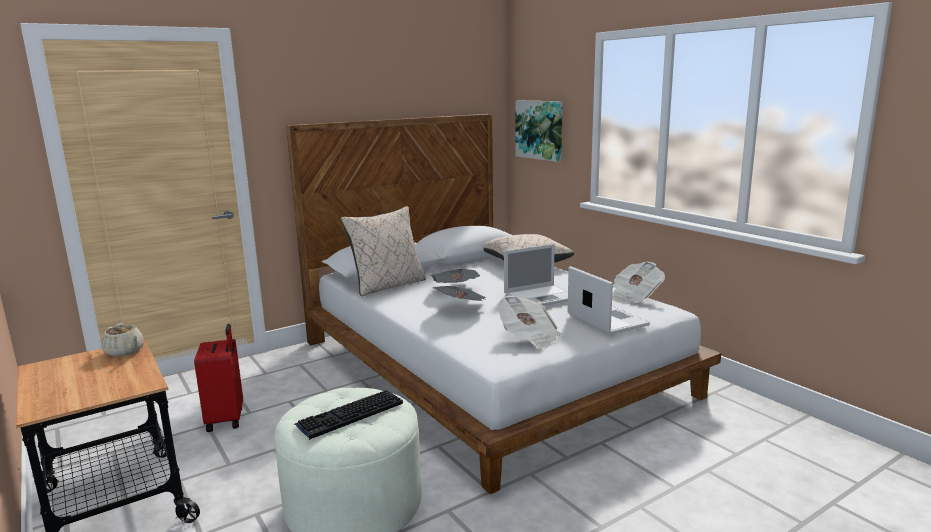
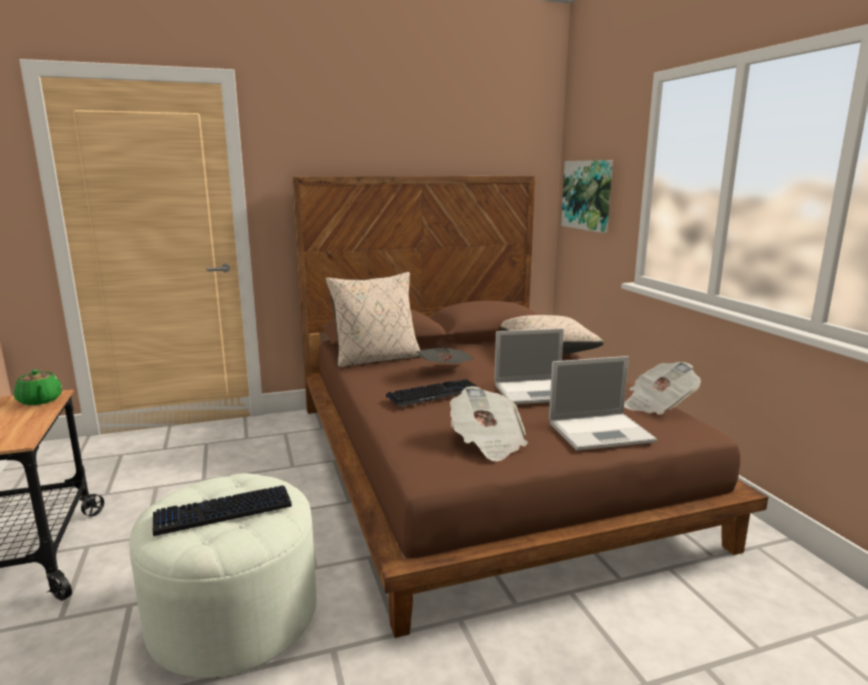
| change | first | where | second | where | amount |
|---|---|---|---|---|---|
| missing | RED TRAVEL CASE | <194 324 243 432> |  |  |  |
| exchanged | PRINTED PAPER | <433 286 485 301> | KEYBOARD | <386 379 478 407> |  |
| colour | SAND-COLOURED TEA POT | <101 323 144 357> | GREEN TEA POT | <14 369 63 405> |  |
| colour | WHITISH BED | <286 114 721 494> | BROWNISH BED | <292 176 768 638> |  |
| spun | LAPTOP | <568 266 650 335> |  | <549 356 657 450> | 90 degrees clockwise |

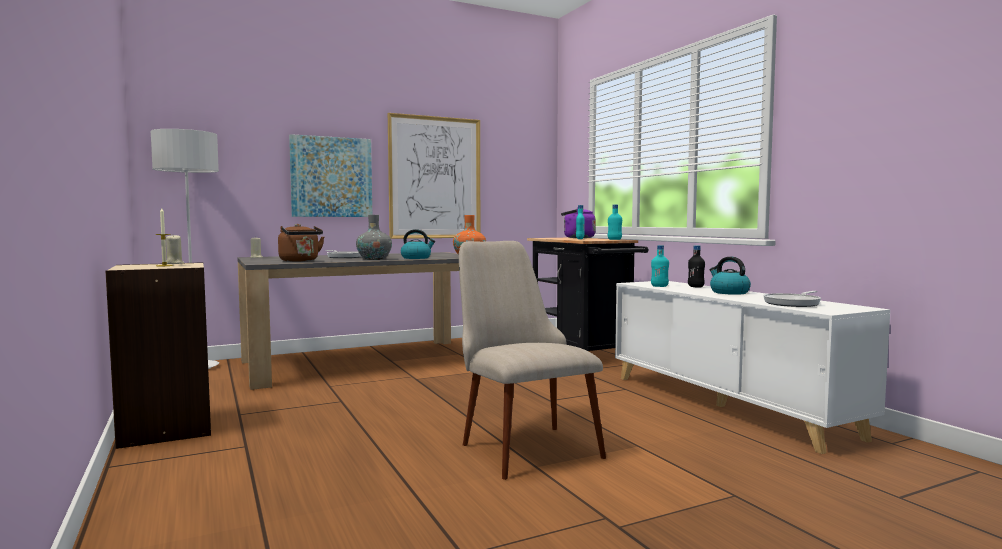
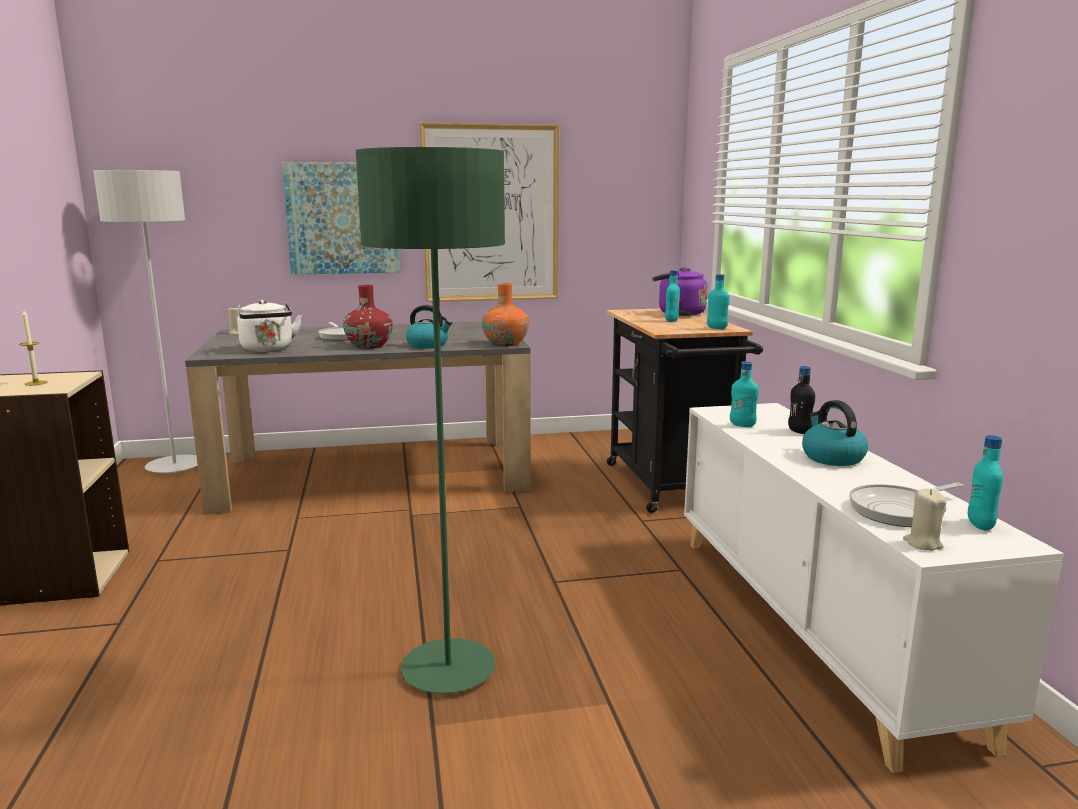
| change | first | where | second | where | amount |
|---|---|---|---|---|---|
| appeared |  |  | TURQUOISE DRINK BOTTLE | <968 435 1003 531> |  |
| relocated | SAND-COLOURED WAX CANDLE | <166 235 184 264> |  | <903 488 946 551> |  |
| exchanged | SAND-COLOURED UPRIGHT CHAIR | <459 241 606 480> | GREEN STANDING LAMP | <356 147 505 693> |  |
| colour | BROWNISH KETTLE | <278 224 324 262> | WHITISH KETTLE | <237 300 302 352> |  |
| colour | GREY DECORATIVE VASE | <356 215 392 260> | RED DECORATIVE VASE | <343 285 393 349> |  |

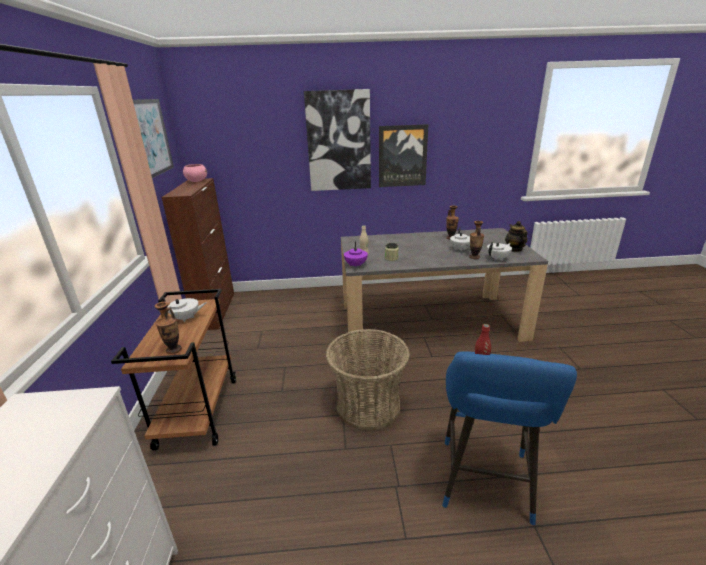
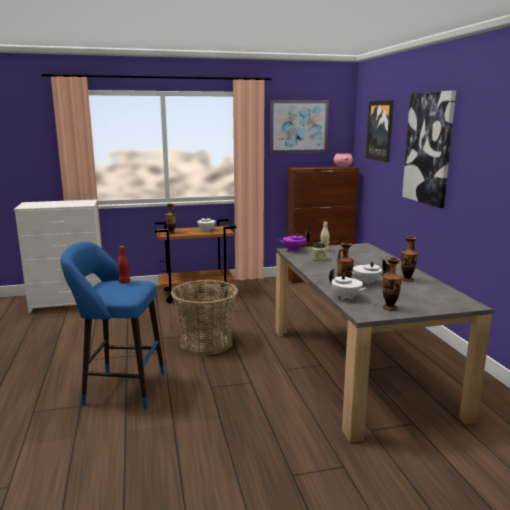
| change | first | where | second | where | amount |
|---|---|---|---|---|---|
| relocated | PICTURE | <379 124 428 187> |  | <366 100 394 162> |  |
| exchanged | TEA POT | <505 221 528 252> | DECORATIVE VASE | <383 258 402 311> |  |

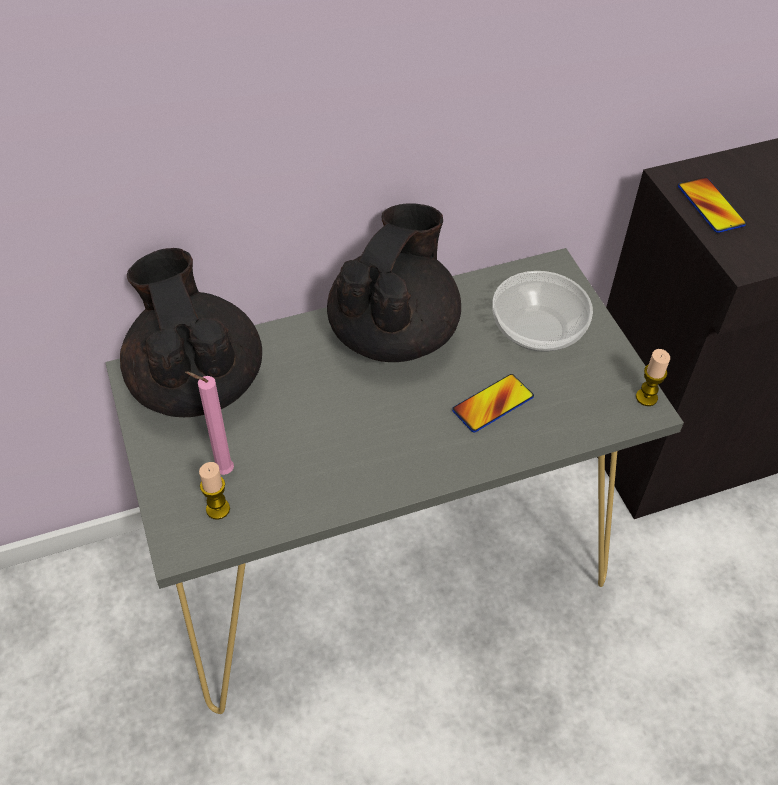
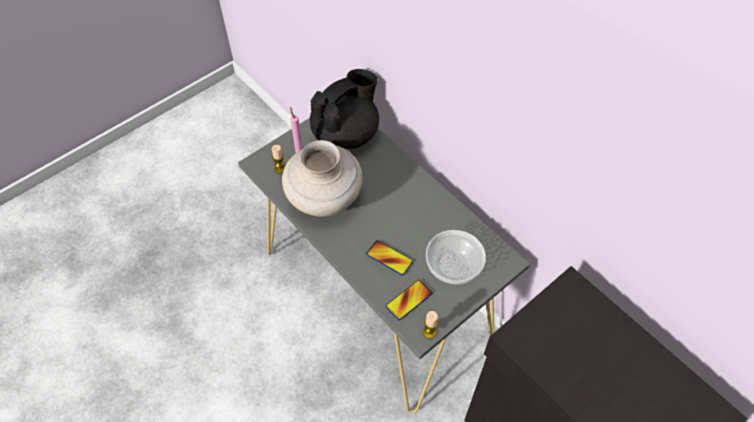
| change | first | where | second | where | amount |
|---|---|---|---|---|---|
| missing | BLACKISH TEA POT | <327 203 461 362> |  |  |  |
| appeared |  |  | SAND-COLOURED DECORATIVE VASE | <282 140 363 217> |  |
| relocated | HANDSET | <678 177 746 233> |  | <386 280 433 320> |  |

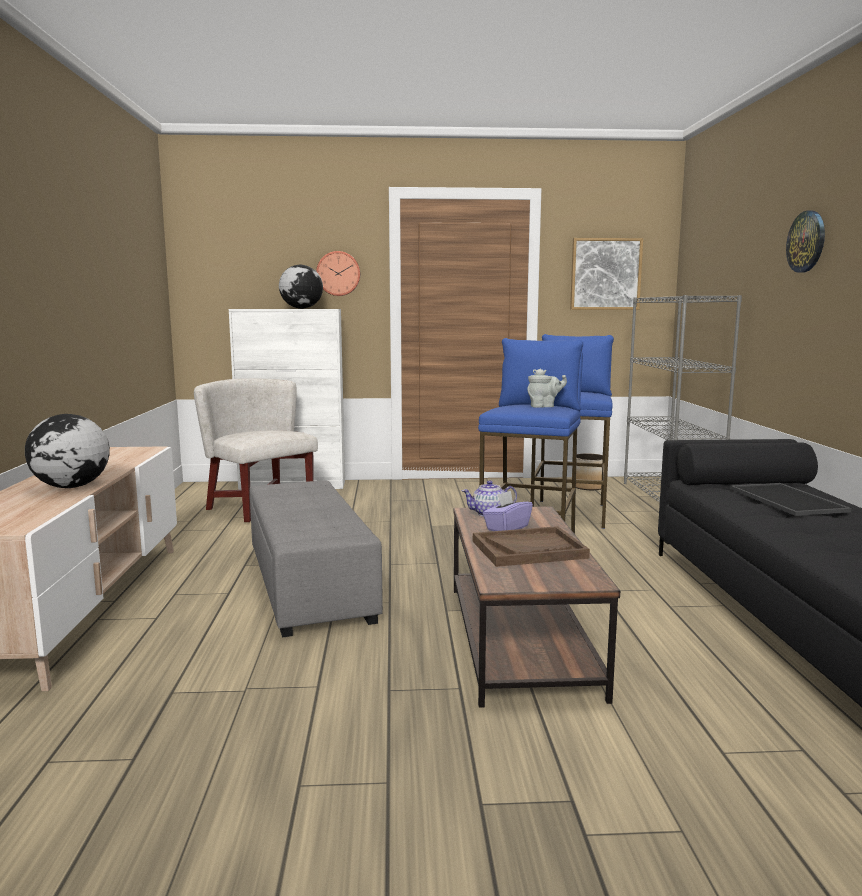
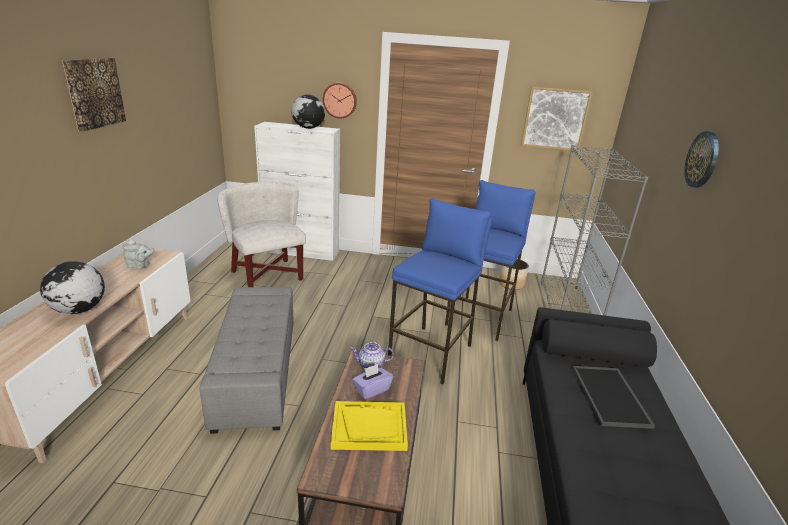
| change | first | where | second | where | amount |
|---|---|---|---|---|---|
| appeared |  |  | PICTURE | <62 58 126 132> |  |
| relocated | GREY TEA POT | <527 369 567 408> |  | <122 239 154 269> |  |
| colour | BROWNISH TRAY | <473 526 590 567> | YELLOWISH TRAY | <331 401 408 451> |  |

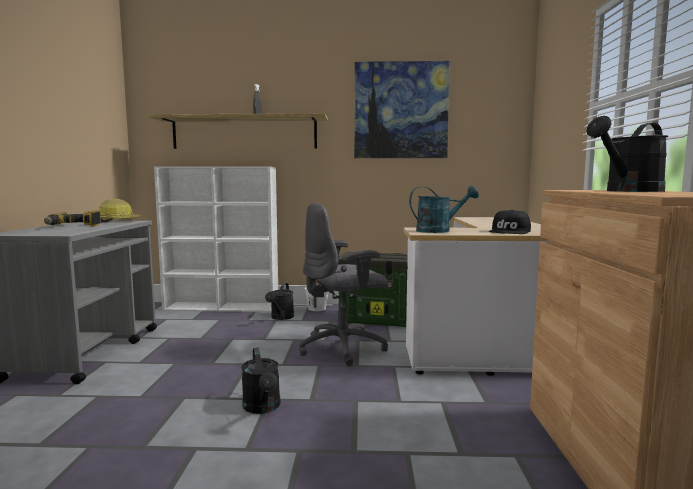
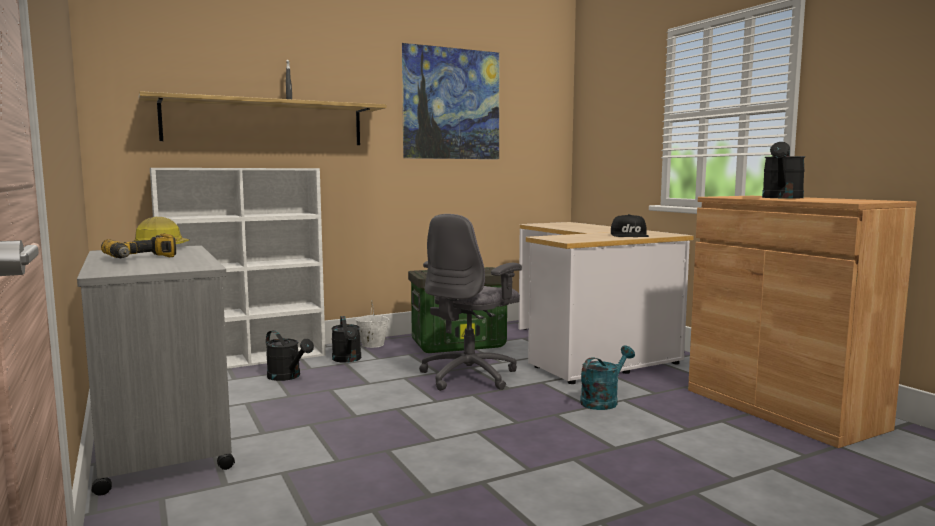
| change | first | where | second | where | amount |
|---|---|---|---|---|---|
| relocated | BLACKISH SPRINKLING CAN | <241 348 280 414> |  | <266 330 314 381> |  |
| relocated | TURQUOISE SPRINKLING CAN | <409 186 479 233> |  | <580 346 635 410> |  |

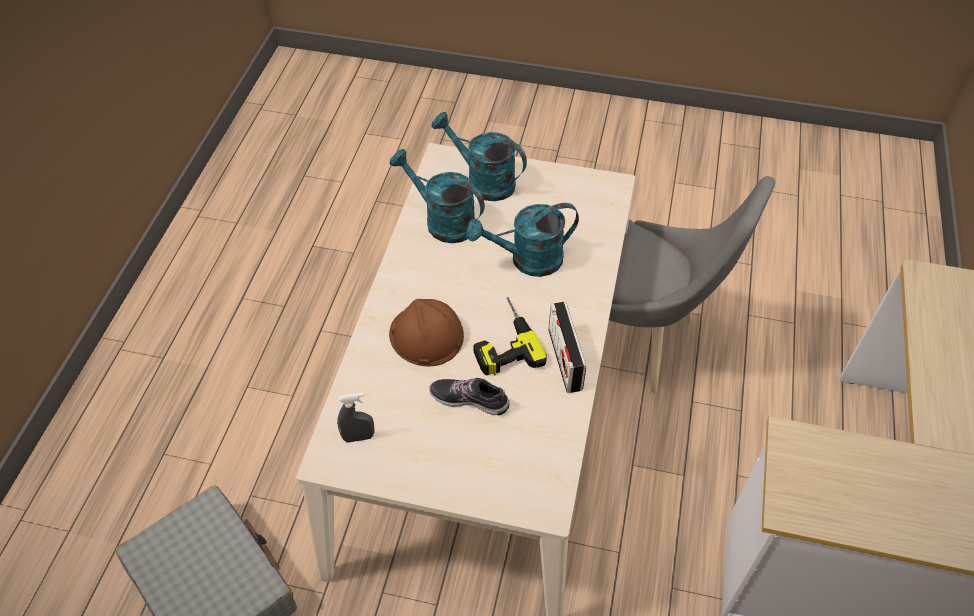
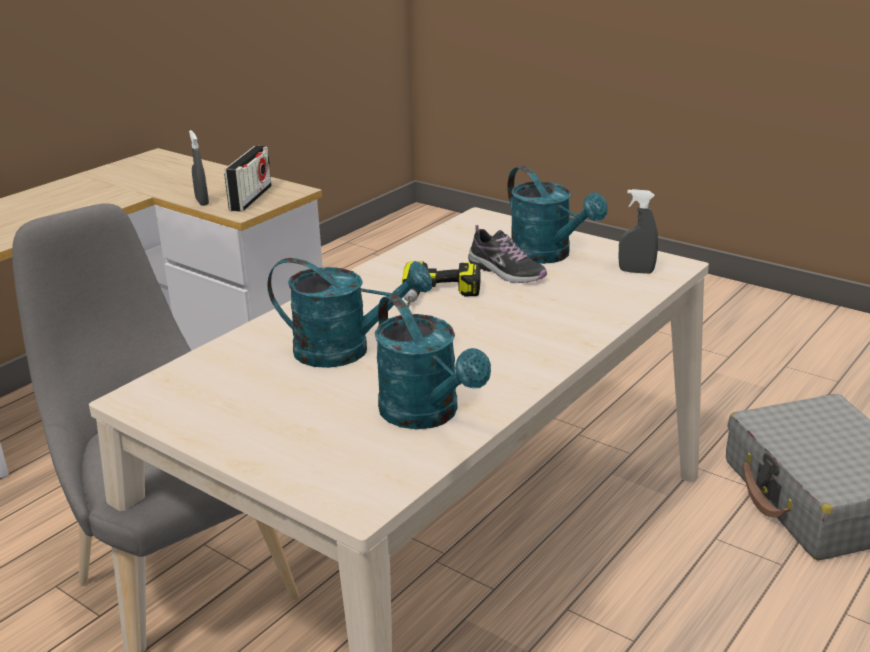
| change | first | where | second | where | amount |
|---|---|---|---|---|---|
| missing | BROWNISH WORK HELMET | <389 299 464 366> |  |  |  |
| appeared |  |  | GREY SPRAYER | <189 130 209 206> |  |
| relocated | TURQUOISE SPRINKLING CAN | <431 112 527 201> |  | <507 166 608 264> |  |
| relocated | RADIO SET | <548 302 586 393> |  | <224 146 272 212> |  |

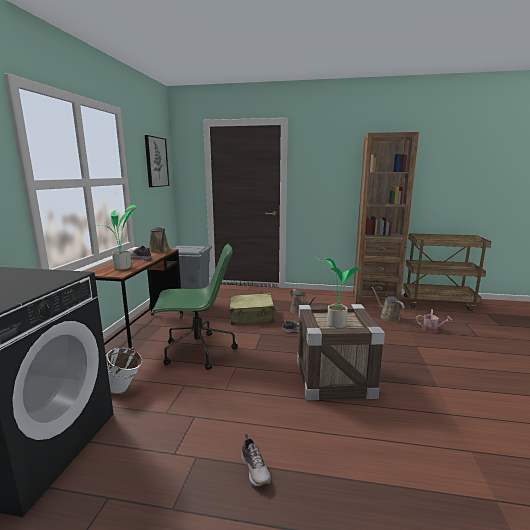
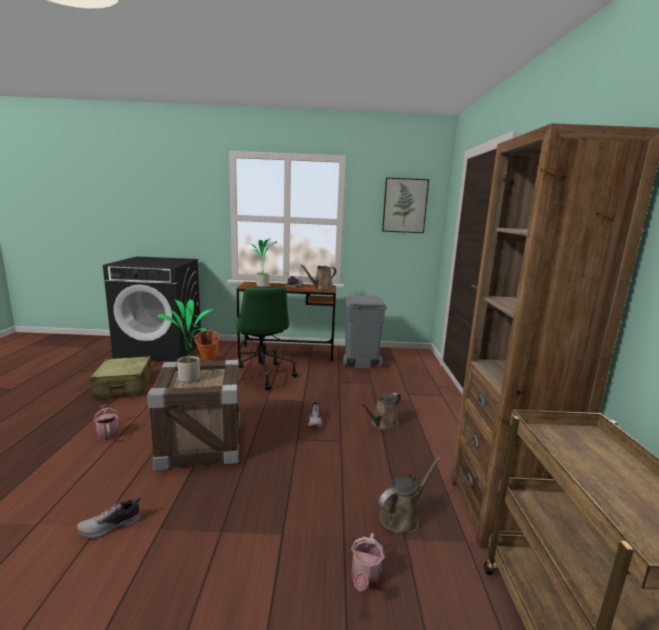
| change | first | where | second | where | amount |
|---|---|---|---|---|---|
| appeared |  |  | SPRINKLING CAN | <94 404 120 441> |  |
| relocated | SAND-COLOURED TRAVEL CASE | <229 293 277 325> |  | <90 356 152 398> |  |
| relocated | LOW SHOE | <241 434 271 487> |  | <76 497 141 539> |  |
| colour | WHITISH WATER BUCKET | <106 347 143 394> | ORANGEY WATER BUCKET | <194 330 220 361> |  |

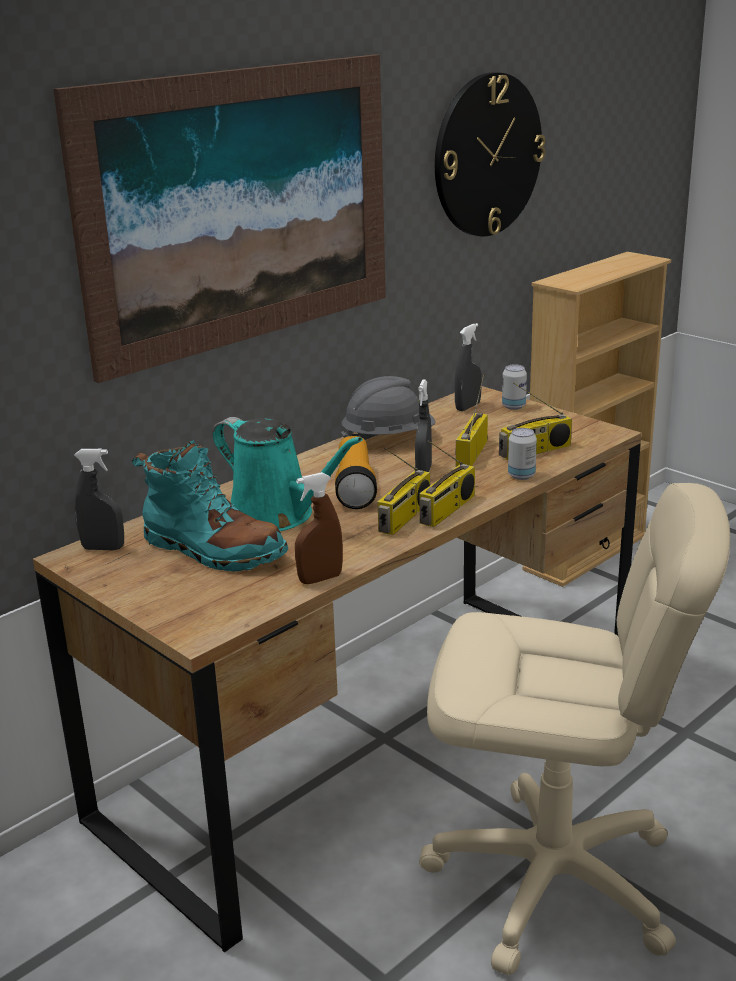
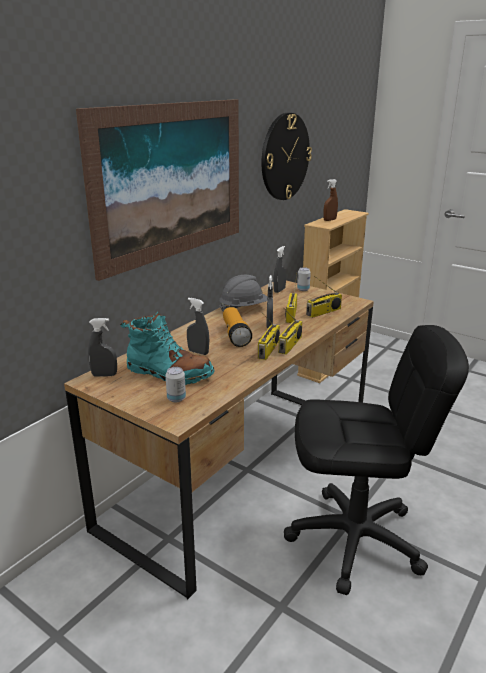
| change | first | where | second | where | amount |
|---|---|---|---|---|---|
| relocated | BROWNISH SPRAYER | <295 472 343 584> |  | <323 179 338 221> |  |
| relocated | METAL CAN | <508 428 537 480> |  | <165 367 186 402> |  |
| exchanged | TURQUOISE SPRINKLING CAN | <212 417 363 531> | GREY SPRAYER | <187 298 209 355> |  |
| colour | SAND-COLOURED OFFICE CHAIR | <419 483 730 976> | BLACKISH OFFICE CHAIR | <284 325 469 595> |  |

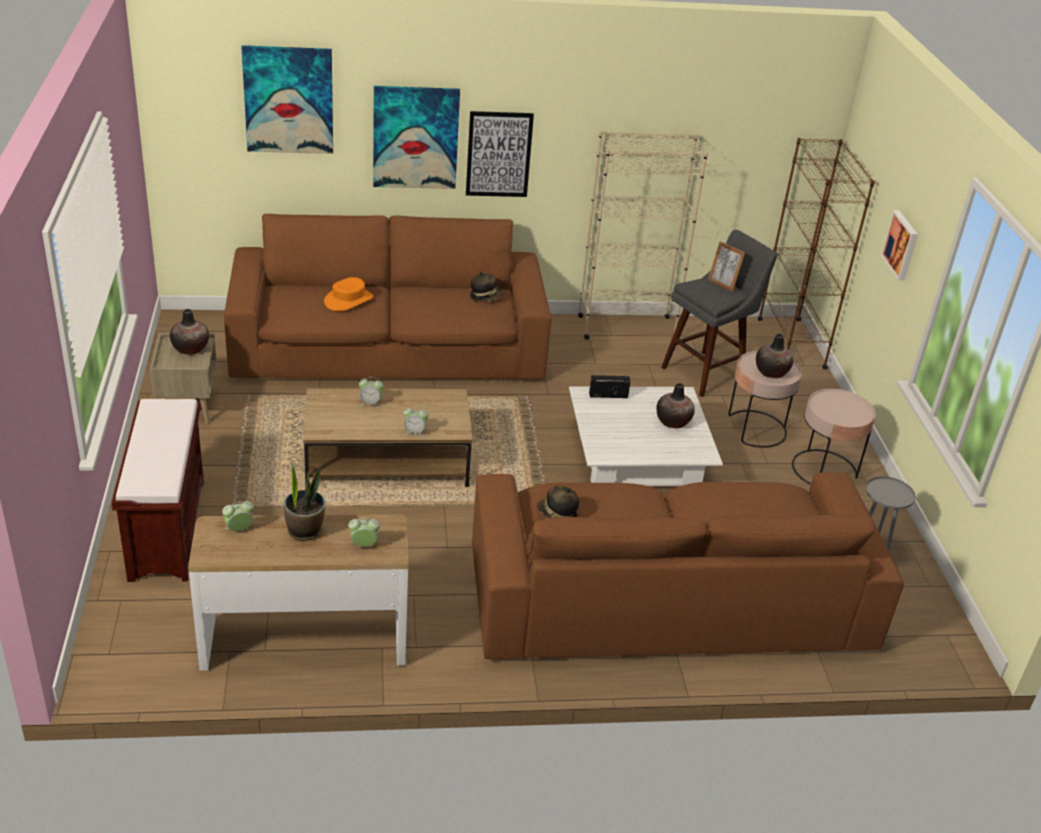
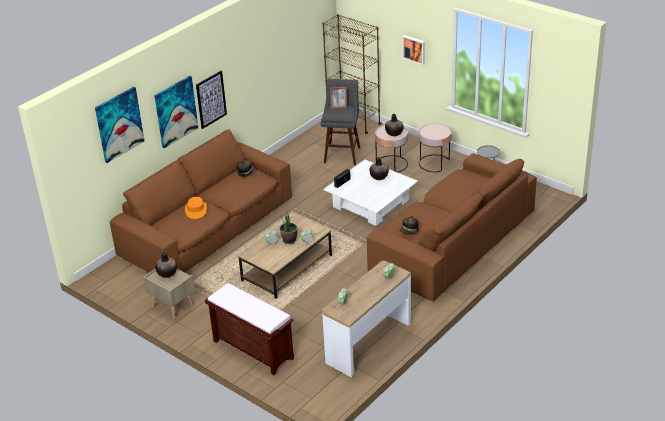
| change | first | where | second | where | amount |
|---|---|---|---|---|---|
| missing | SAND-COLOURED BOOKCASE | <578 131 708 340> |  |  |  |
| relocated | HOUSEPLANT | <284 462 325 541> |  | <279 211 298 244> |  |

